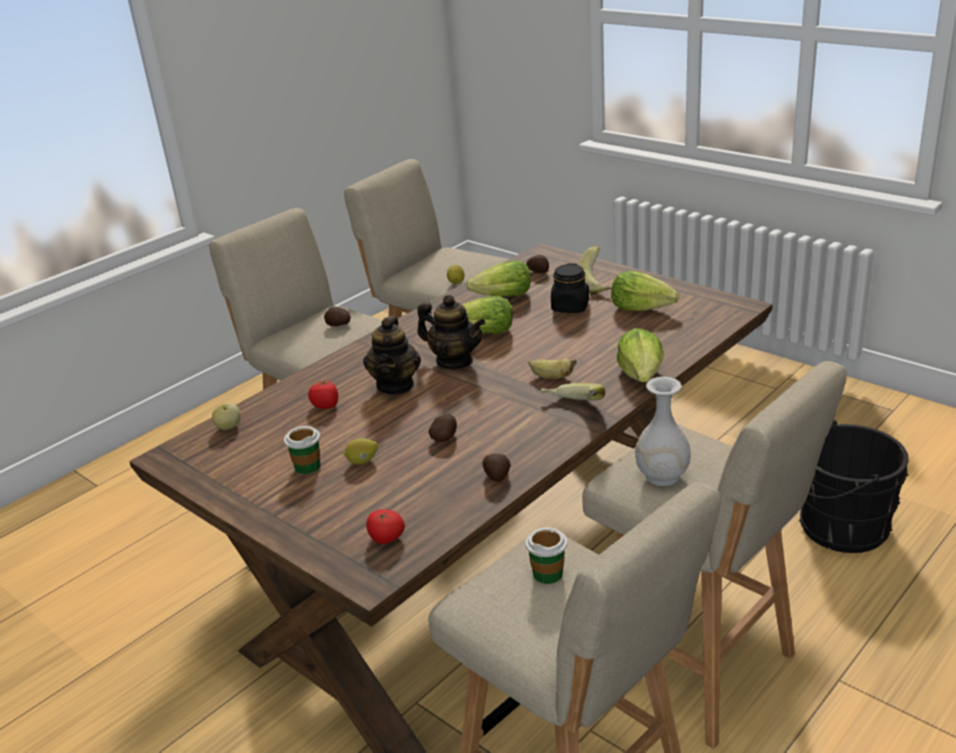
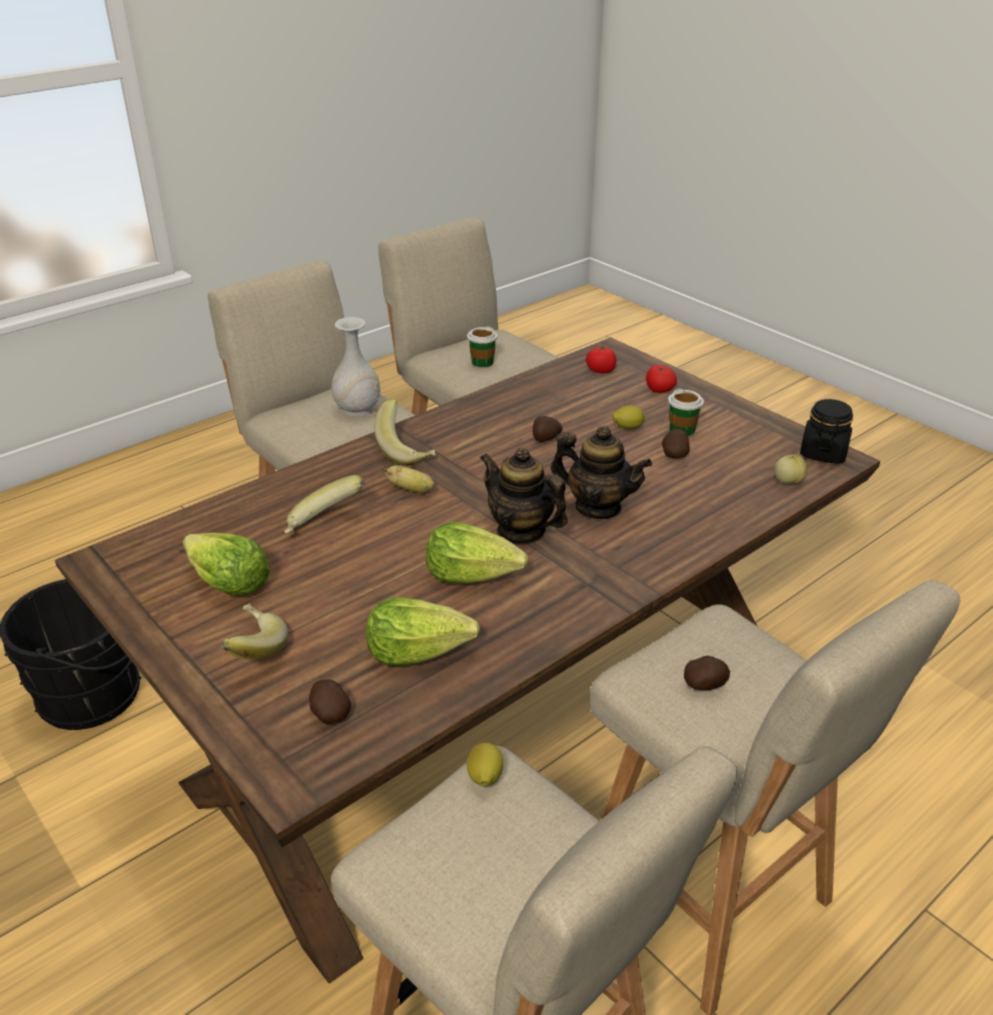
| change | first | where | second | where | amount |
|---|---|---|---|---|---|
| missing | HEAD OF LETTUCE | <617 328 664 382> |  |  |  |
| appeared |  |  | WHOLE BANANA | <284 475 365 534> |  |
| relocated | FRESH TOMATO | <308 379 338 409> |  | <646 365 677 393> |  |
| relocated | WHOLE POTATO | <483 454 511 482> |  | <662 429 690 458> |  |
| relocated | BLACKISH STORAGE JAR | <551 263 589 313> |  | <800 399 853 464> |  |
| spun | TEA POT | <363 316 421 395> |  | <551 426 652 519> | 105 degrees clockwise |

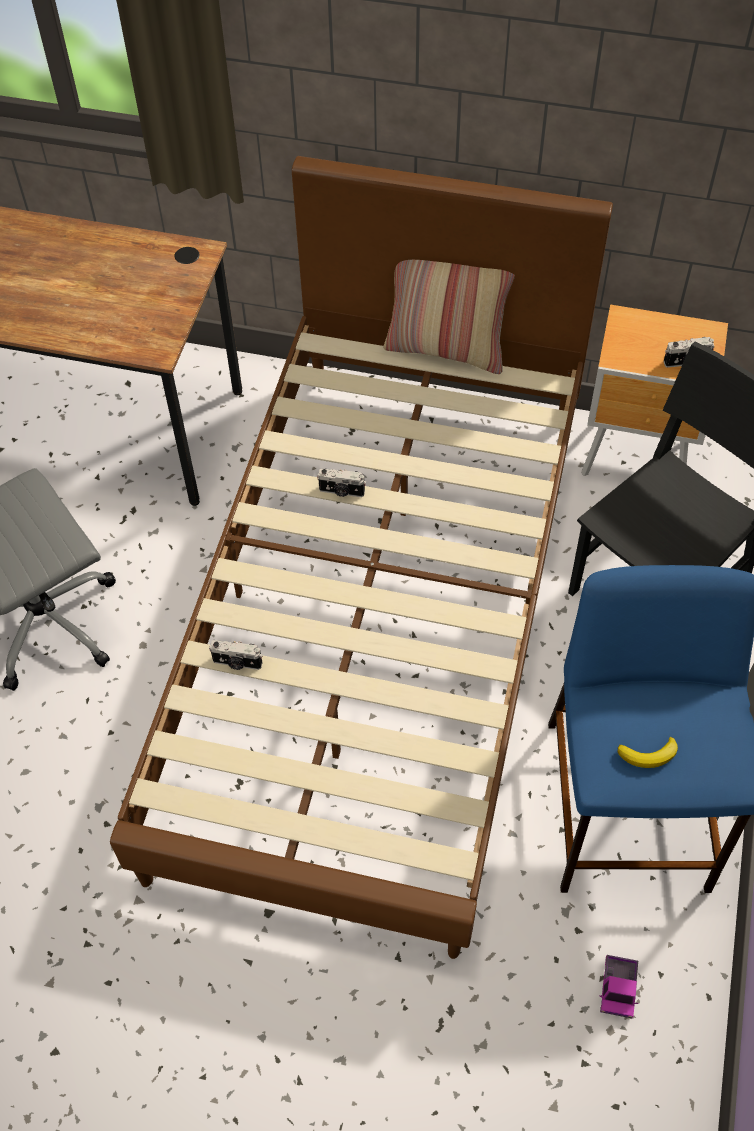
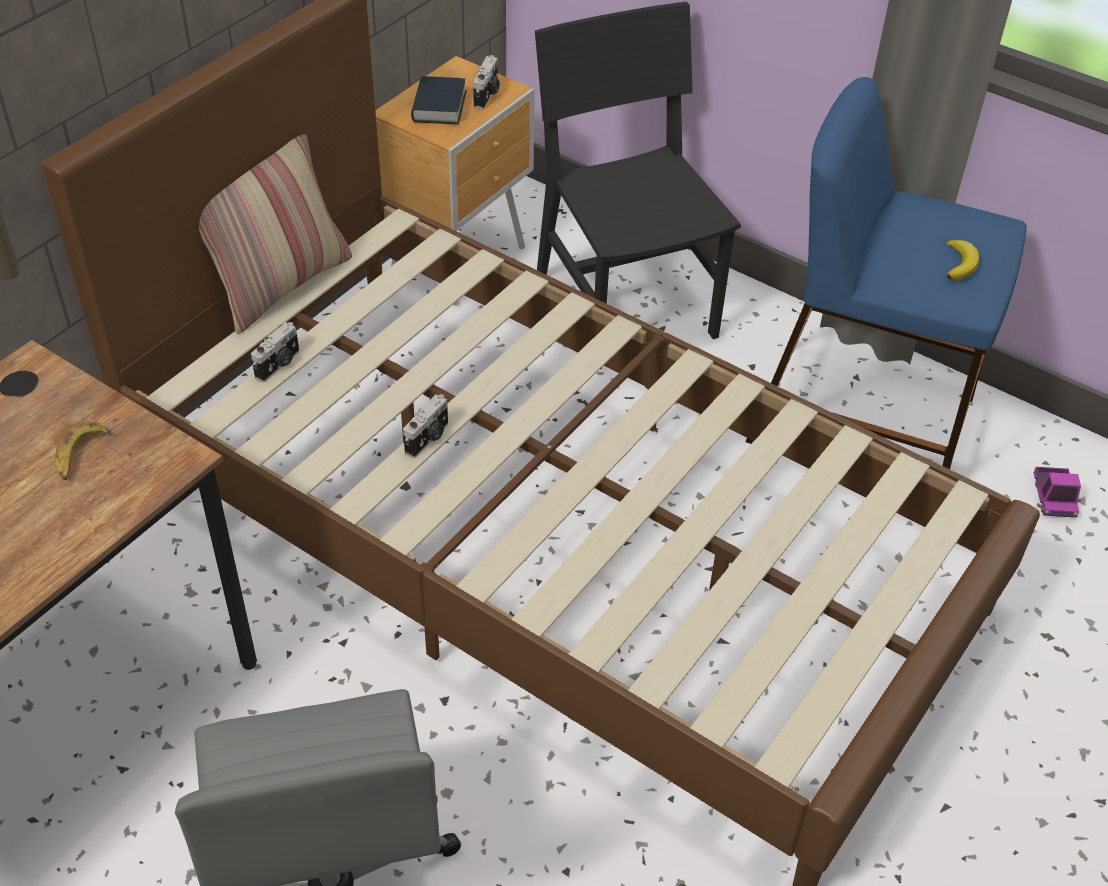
| change | first | where | second | where | amount |
|---|---|---|---|---|---|
| appeared |  |  | WHOLE BANANA | <55 421 111 480> |  |
| appeared |  |  | BOUND BOOK | <411 76 467 124> |  |
| relocated | STILL CAMERA | <209 640 263 670> |  | <251 322 299 382> |  |
| spun | MODEL TRUCK | <600 955 638 1018> |  | <1034 467 1081 518> | 60 degrees clockwise |

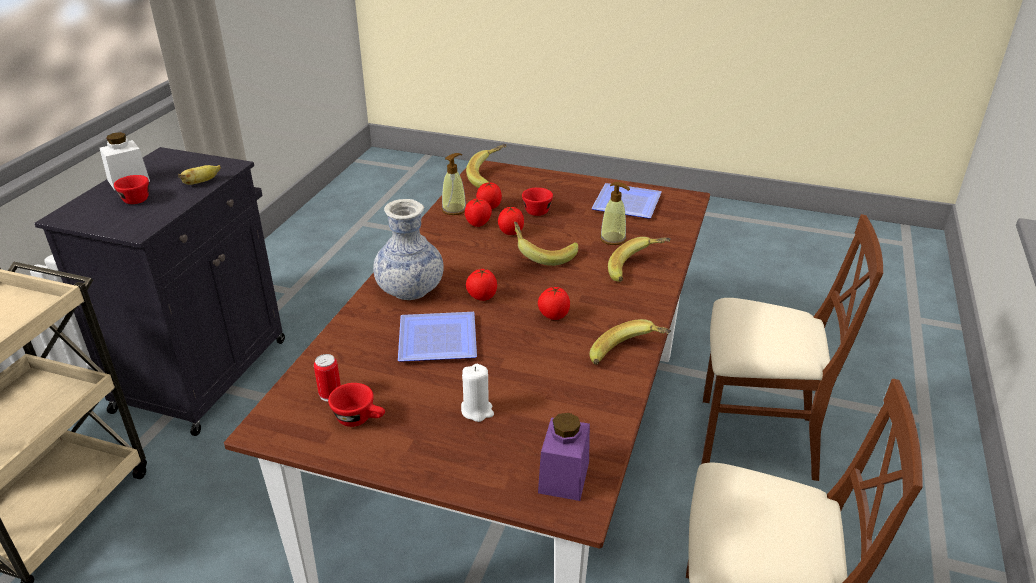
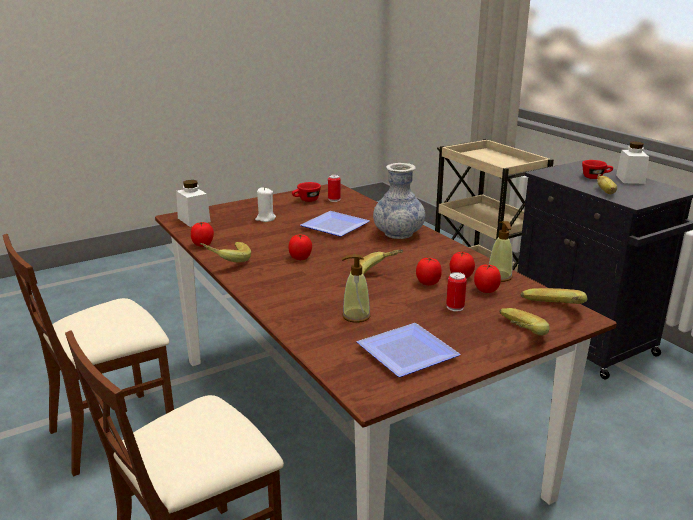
| change | first | where | second | where | amount |
|---|---|---|---|---|---|
| relocated | FRESH TOMATO | <466 268 497 301> |  | <191 222 214 247> |  |
| relocated | WHOLE BANANA | <608 237 671 282> |  | <499 308 549 336> |  |
| exchanged | RED CUP | <522 188 553 216> | METAL CAN | <446 272 467 312> |  |
| colour | PURPLE STORAGE JAR | <538 413 590 501> | WHITISH STORAGE JAR | <176 180 211 227> |  |

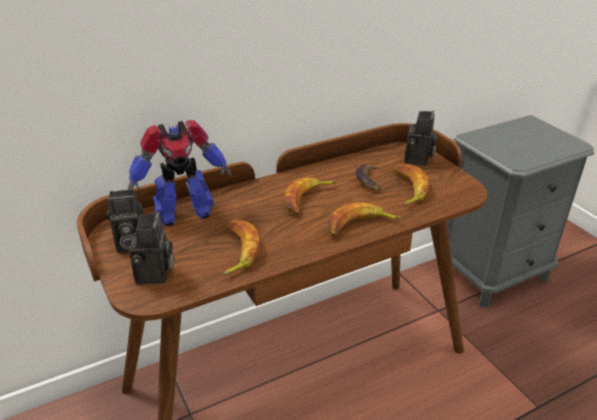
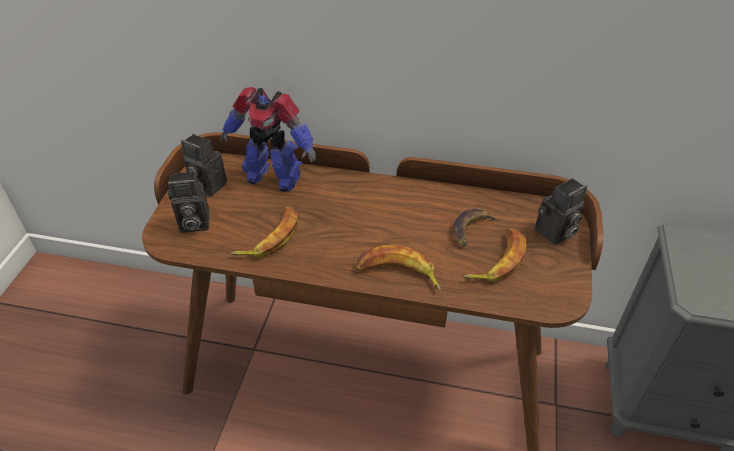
| change | first | where | second | where | amount |
|---|---|---|---|---|---|
| missing | WHOLE BANANA | <284 177 338 215> |  |  |  |
| spun | STILL CAMERA | <129 212 174 284> |  | <168 171 210 233> | 45 degrees clockwise |

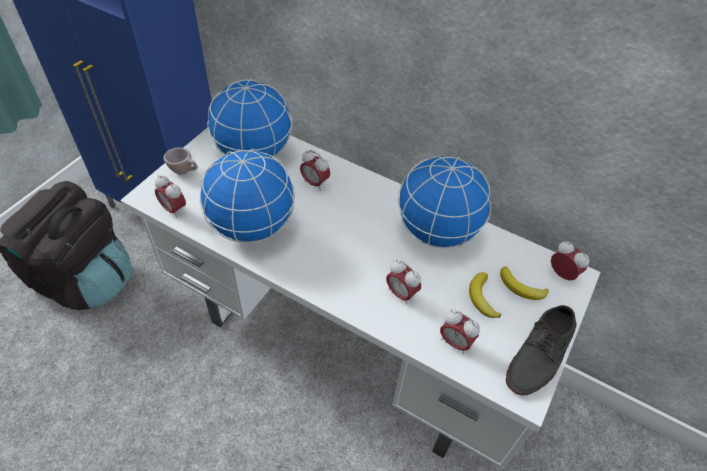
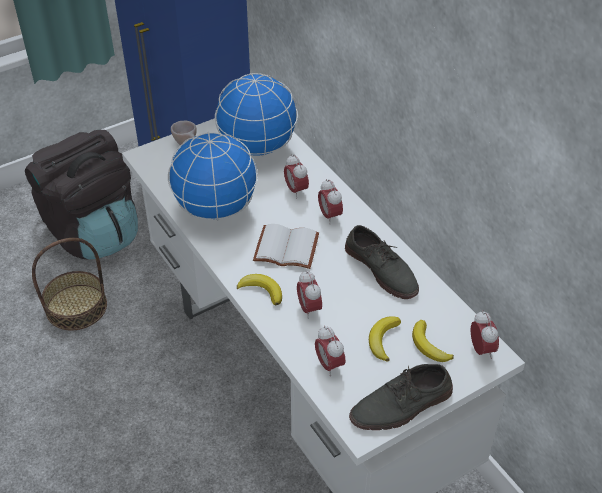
| change | first | where | second | where | amount |
|---|---|---|---|---|---|
| appeared |  |  | BASKET | <32 238 107 330> |  |
| appeared |  |  | WHOLE BANANA | <237 274 282 306> |  |
| appeared |  |  | WHITISH BOUND BOOK | <253 224 319 269> |  |
| relocated | ALARM CLOCK | <155 175 186 218> |  | <318 179 343 224> |  |
| exchanged | WORLD GLOBE | <397 156 491 248> | GREY LOW SHOE | <345 225 419 299> |  |

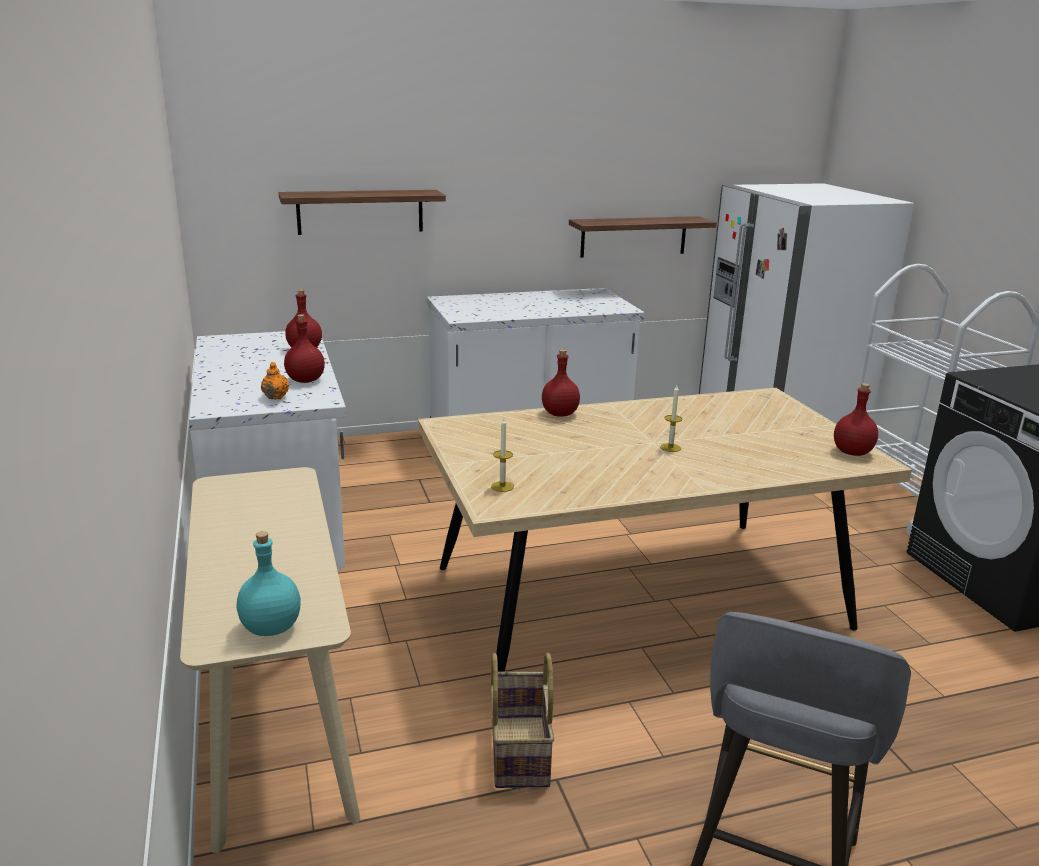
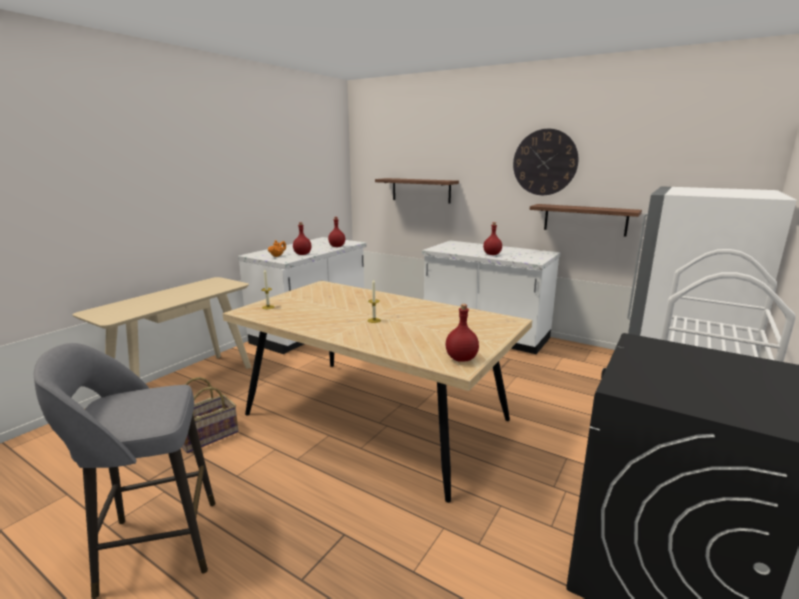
| change | first | where | second | where | amount |
|---|---|---|---|---|---|
| missing | TURQUOISE DRINK BOTTLE | <237 531 301 636> |  |  |  |
| appeared |  |  | CLOCK ON THE WALL | <513 129 578 195> |  |
| relocated | RED DRINK BOTTLE | <542 349 580 416> |  | <483 222 502 255> |  |

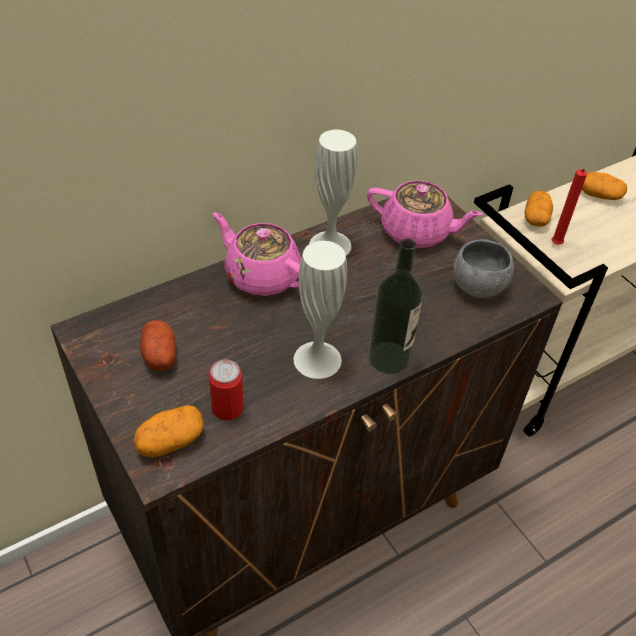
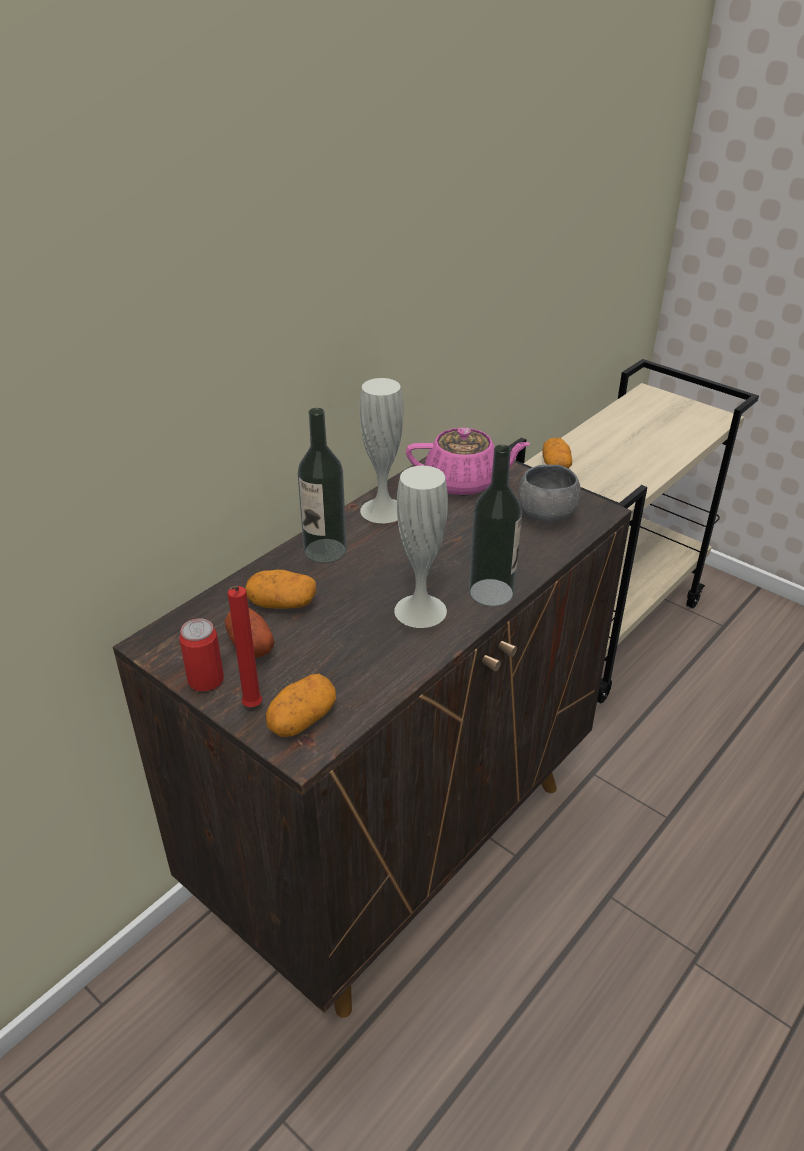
| change | first | where | second | where | amount |
|---|---|---|---|---|---|
| relocated | METAL CAN | <209 360 244 421> |  | <179 618 224 692> |  |
| relocated | RED WAX CANDLE | <552 169 587 245> |  | <228 586 262 707> |  |
| relocated | WHOLE POTATO | <582 172 627 200> |  | <245 570 316 609> |  |
| exchanged | PINKISH TEA POT | <213 212 301 296> | DRINK BOTTLE | <298 408 347 563> |  |

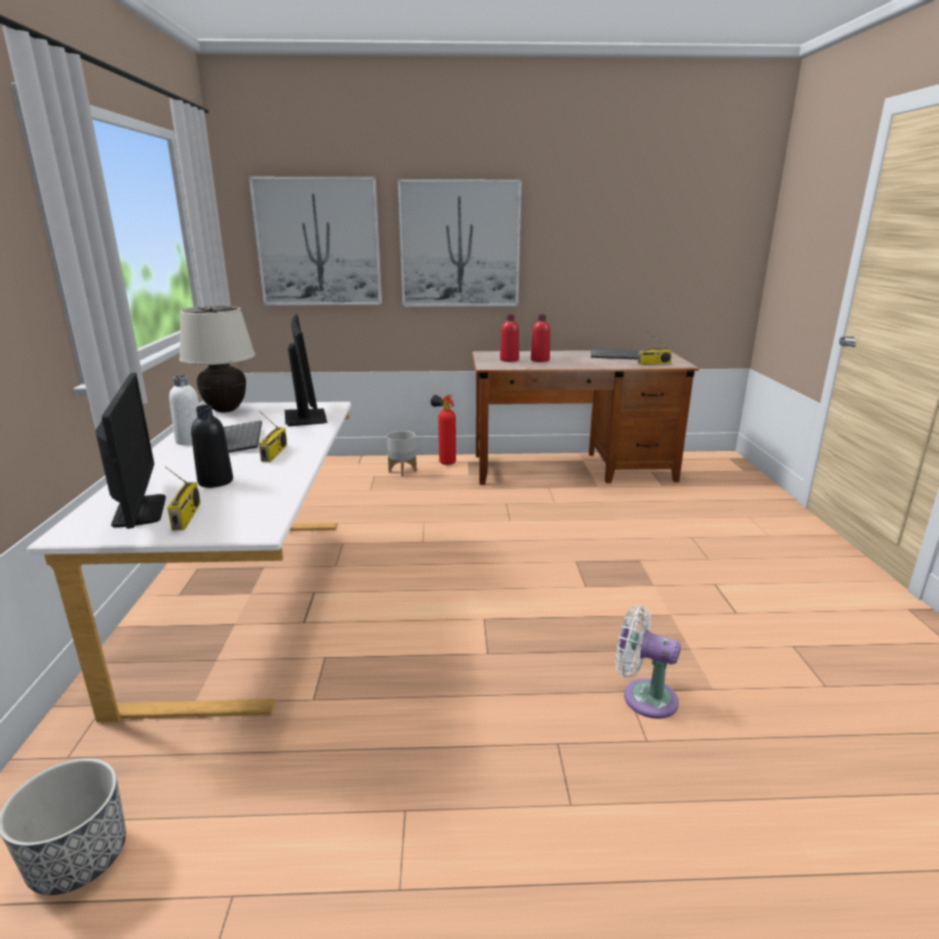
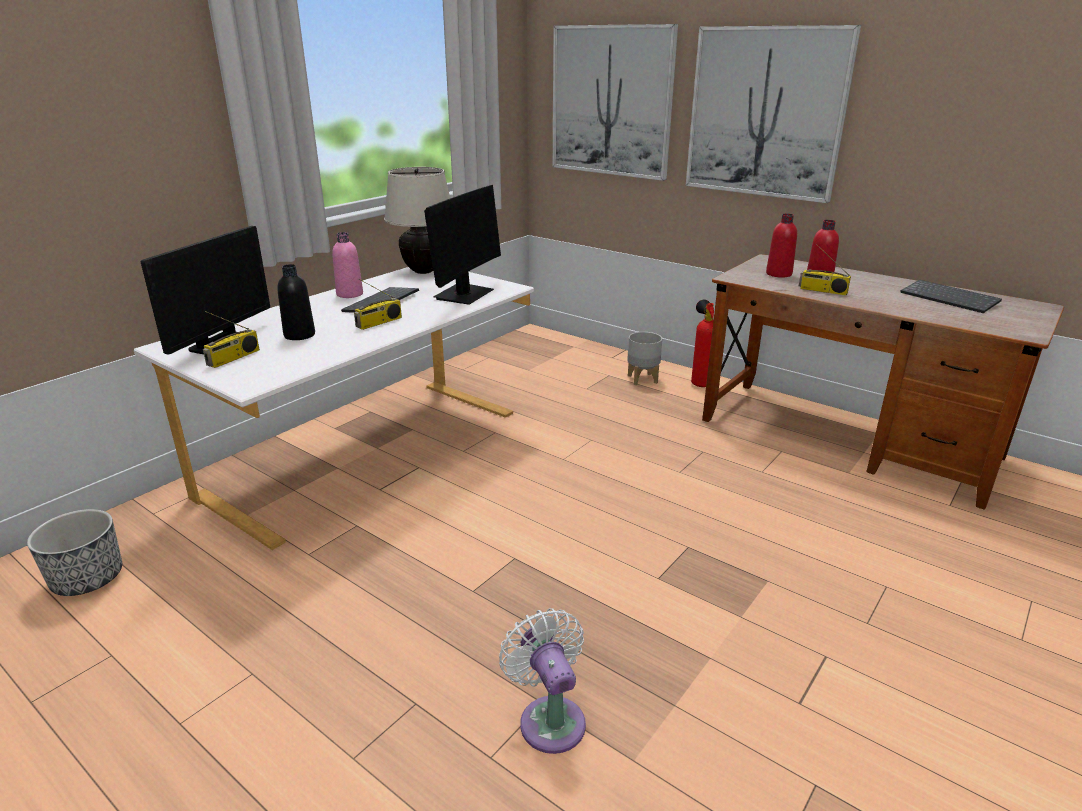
| change | first | where | second | where | amount |
|---|---|---|---|---|---|
| relocated | RADIO SET | <638 331 672 365> |  | <799 244 851 295> |  |
| colour | WHITISH DRINK BOTTLE | <169 375 199 445> | PINKISH DRINK BOTTLE | <332 232 363 298> |  |

